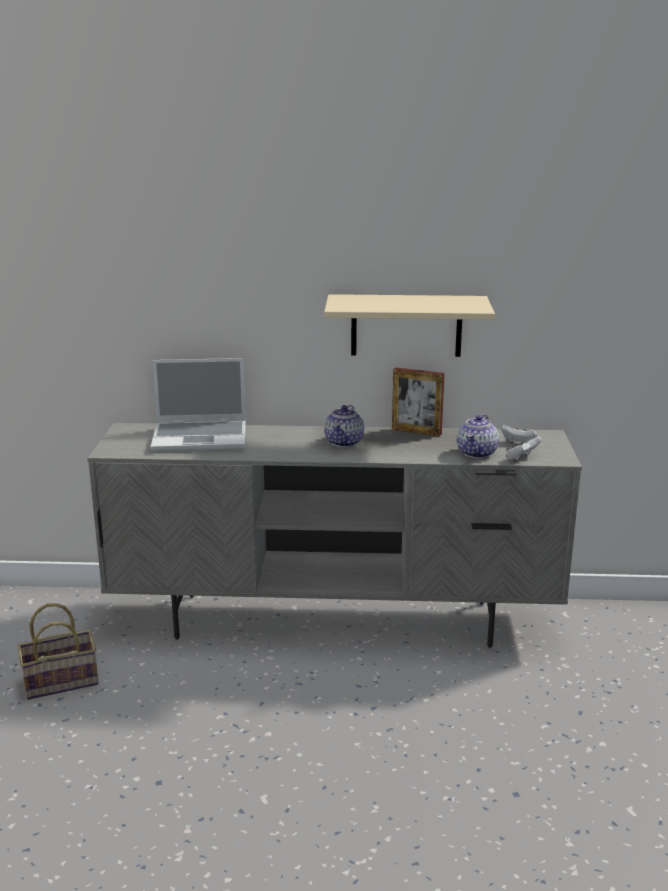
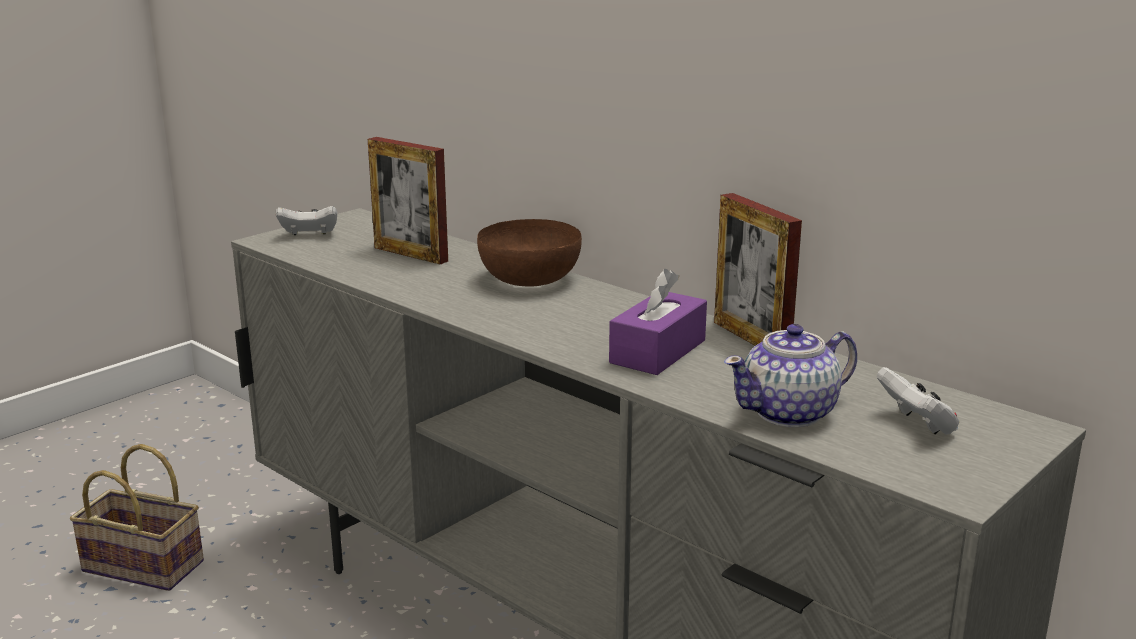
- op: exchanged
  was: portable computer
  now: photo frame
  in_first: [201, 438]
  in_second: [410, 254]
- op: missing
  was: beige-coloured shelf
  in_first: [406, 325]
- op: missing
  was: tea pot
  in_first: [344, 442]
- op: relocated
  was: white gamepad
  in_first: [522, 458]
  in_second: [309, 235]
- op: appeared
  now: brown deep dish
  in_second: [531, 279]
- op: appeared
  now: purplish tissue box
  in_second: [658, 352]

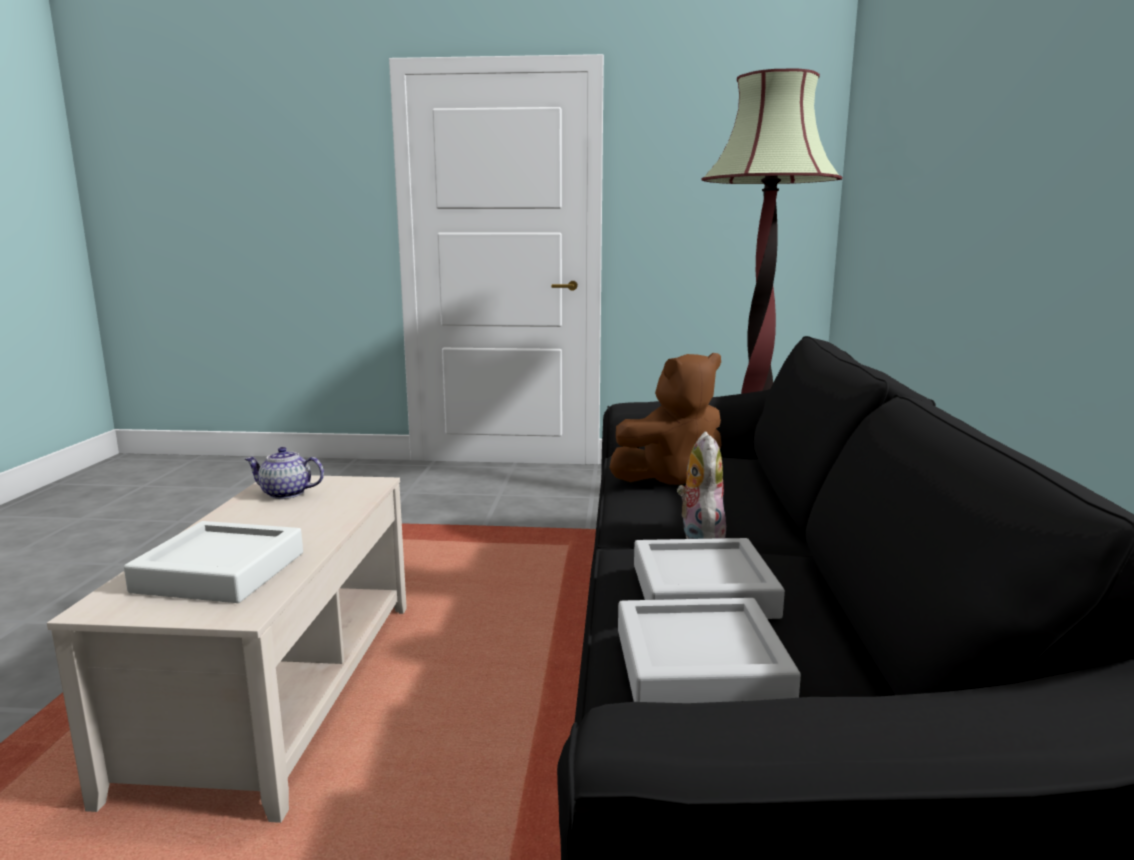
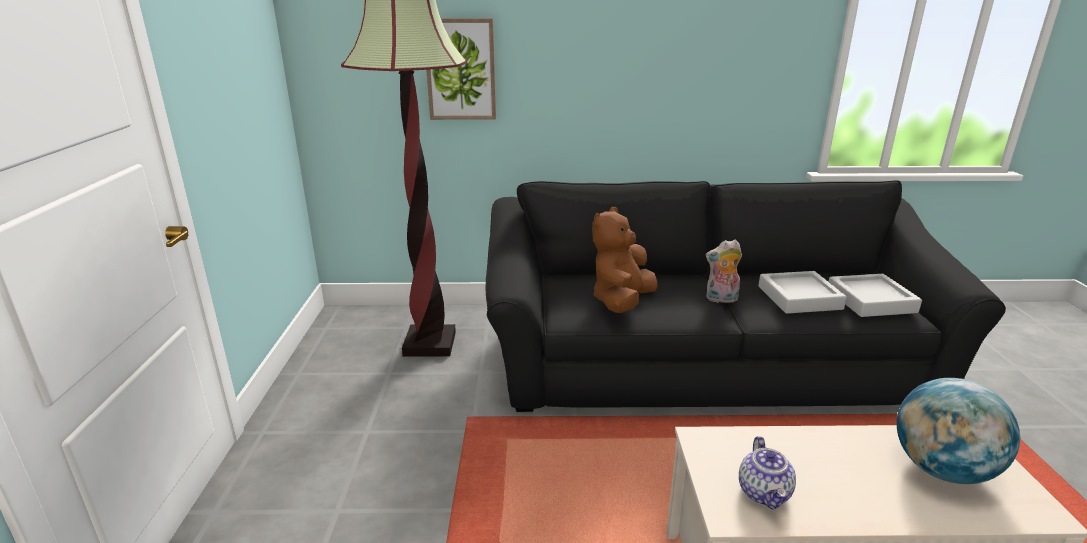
- op: exchanged
  was: white serving tray
  now: desk globe
  in_first: [220, 572]
  in_second: [941, 470]
- op: spun
  was: brown plush toy
  in_first: [671, 478]
  in_second: [621, 302]
  clockwise: -120
- op: appeared
  now: wall picture
  in_second: [461, 69]

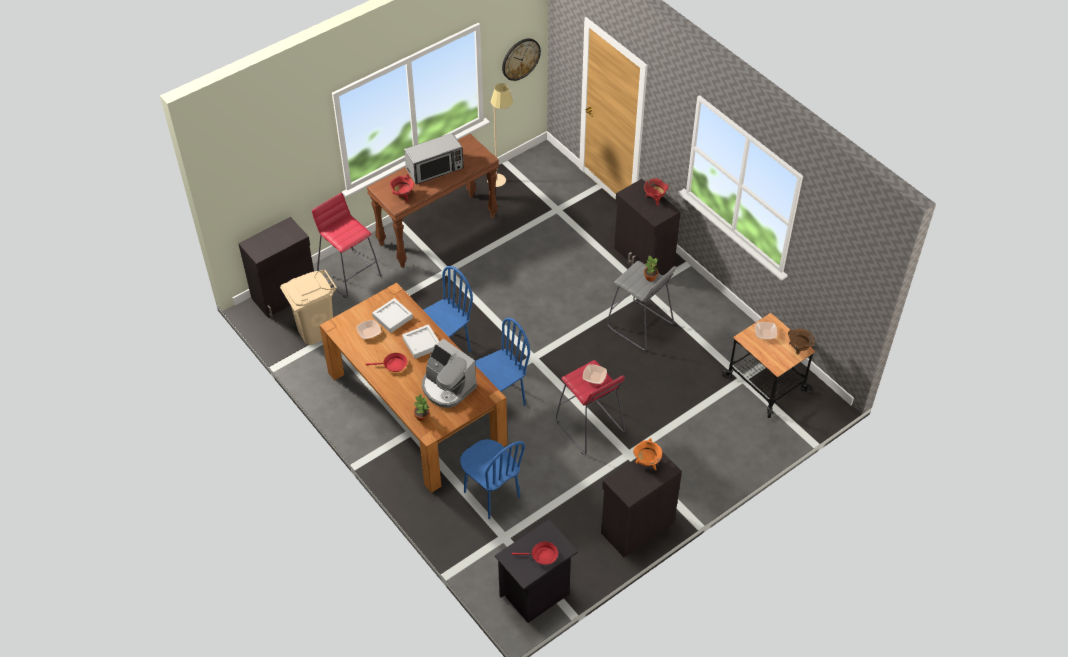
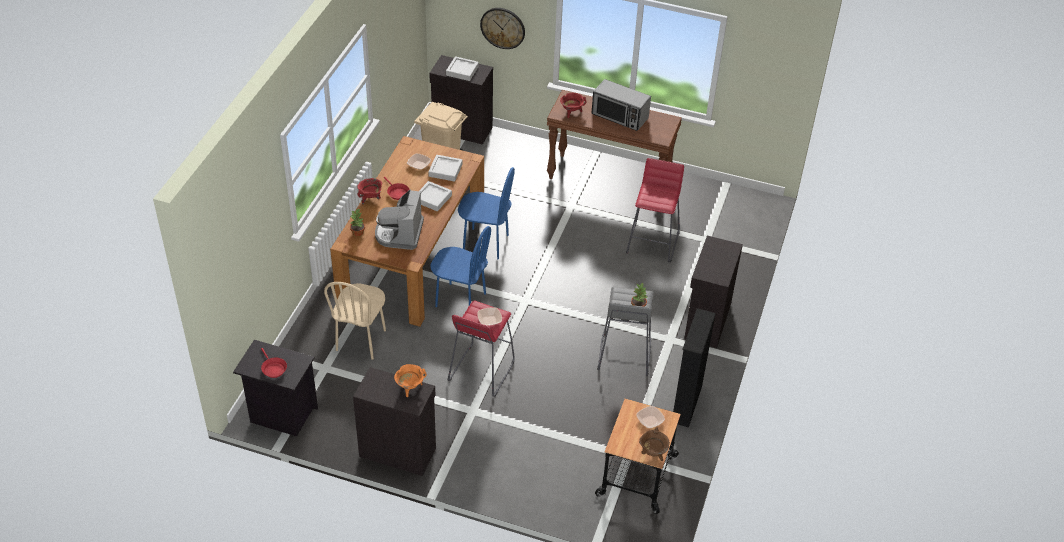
- op: relocated
  was: reddish stool
  in_first: [349, 274]
  in_second: [653, 242]
- op: colour
  was: blue chair
  now: beige-coloured chair
  in_first: [491, 494]
  in_second: [361, 340]
- op: missing
  was: beige-coloured standard lamp
  in_first: [501, 185]
- op: relocated
  was: hanging clock
  in_first: [520, 59]
  in_second: [503, 28]
- op: relocated
  was: reddish cooking pot
  in_first: [654, 199]
  in_second: [370, 199]
- op: appeared
  now: greyish serving tray
  in_second: [462, 71]
- op: appeared
  now: black bookcase
  in_second: [686, 404]

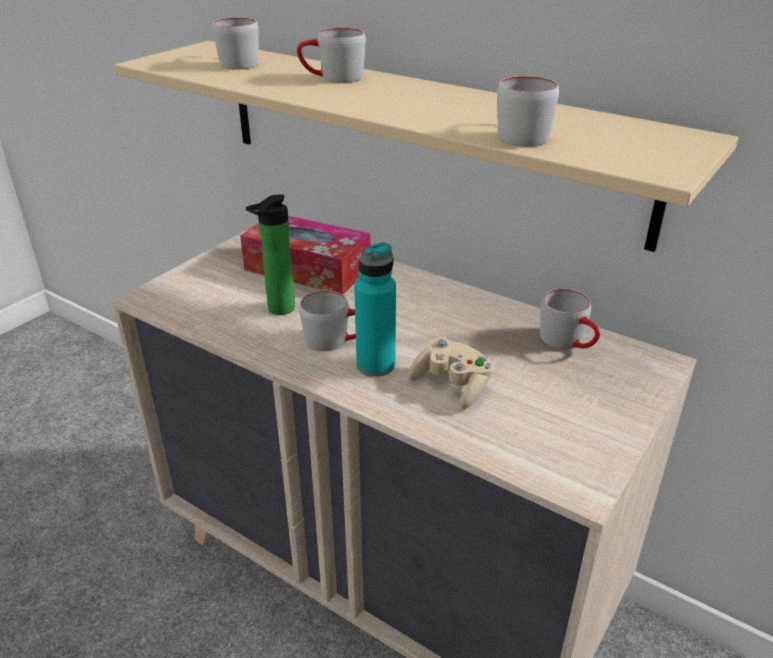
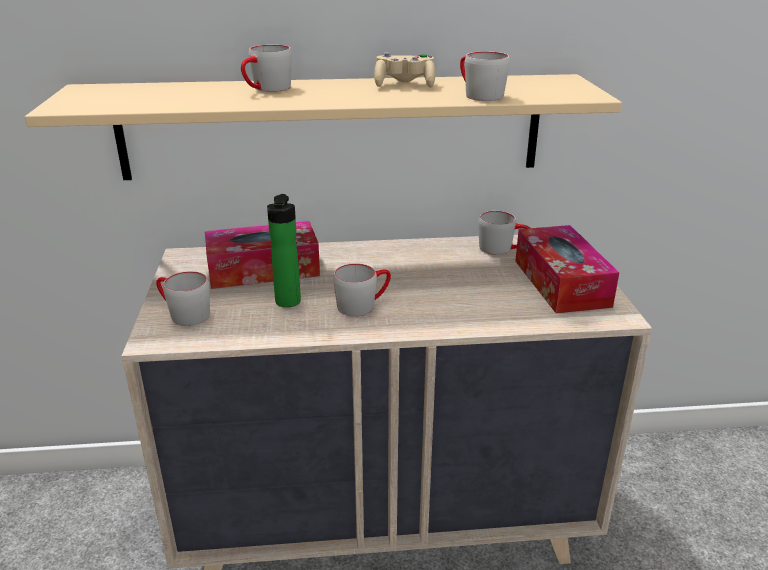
- op: relocated
  was: greyish mug
  in_first: [237, 62]
  in_second: [183, 313]
- op: missing
  was: turquoise-coloured bottle
  in_first: [375, 365]
- op: relocated
  was: beige-coloured gamepad
  in_first: [452, 385]
  in_second: [404, 85]
- op: appeared
  now: tissue box
  in_second: [561, 283]

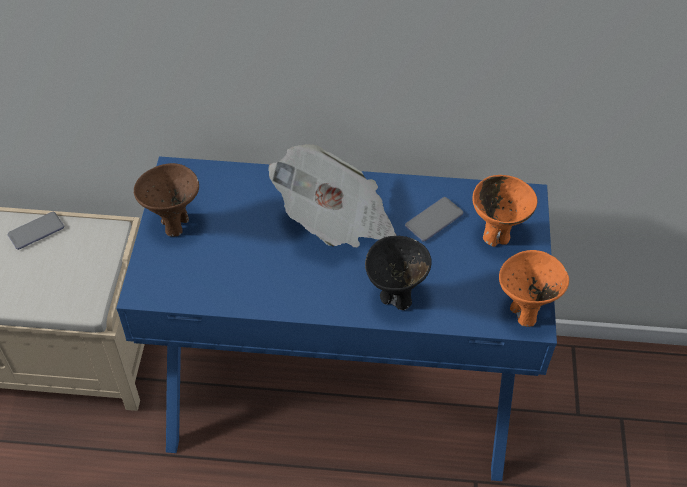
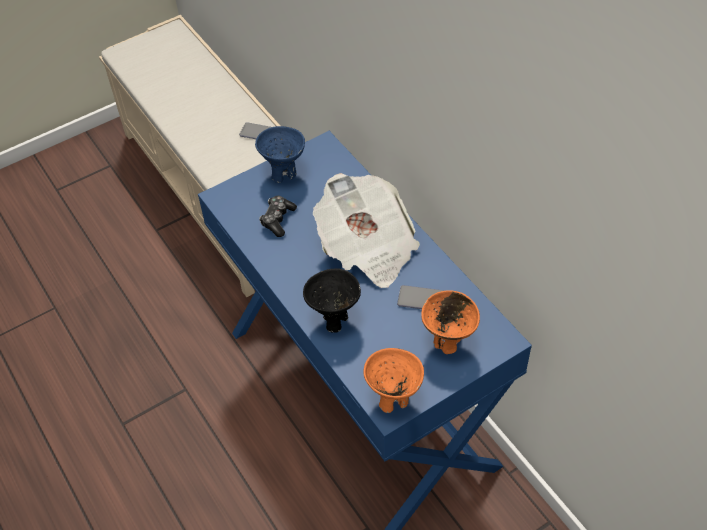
- op: colour
  was: brown deep dish
  now: blue deep dish
  in_first: [174, 223]
  in_second: [283, 174]
- op: appeared
  now: gamepad
  in_second: [277, 219]

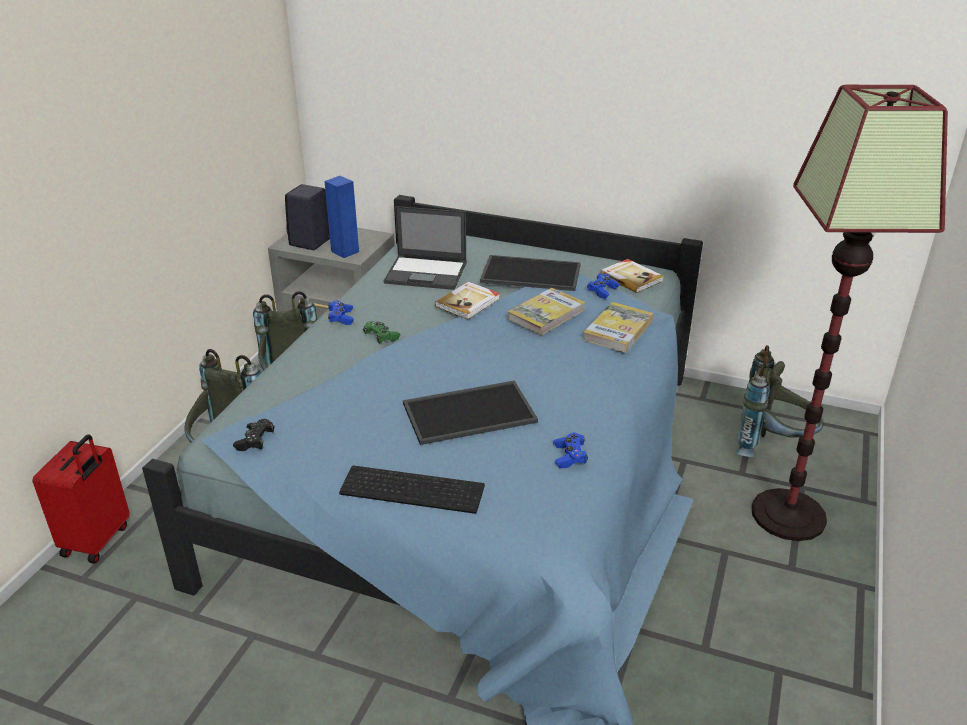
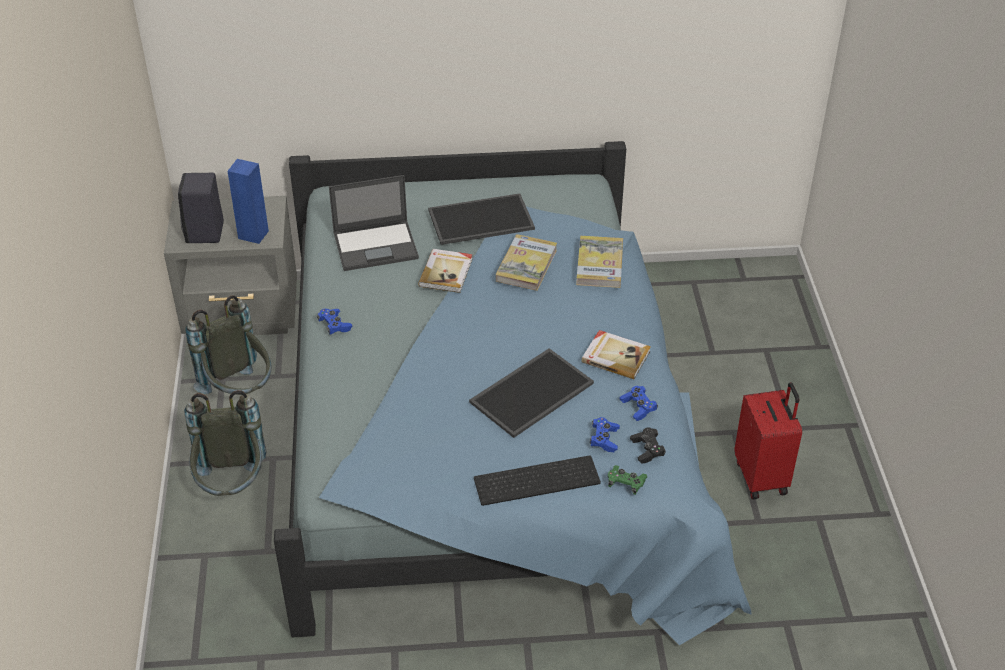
- op: relocated
  was: reddish piece of luggage
  in_first: [97, 540]
  in_second: [762, 477]
- op: relocated
  was: black gamepad
  in_first: [255, 441]
  in_second: [647, 450]
- op: relocated
  was: green gamepad
  in_first: [381, 337]
  in_second: [626, 484]
- op: relocated
  was: blue gamepad
  in_first: [602, 291]
  in_second: [604, 439]
- op: relocated
  was: bound book
  in_first: [631, 278]
  in_second: [615, 356]
- op: missing
  was: greyish knapsack
  in_first: [772, 446]
- op: missing
  was: standard lamp
  in_first: [788, 515]

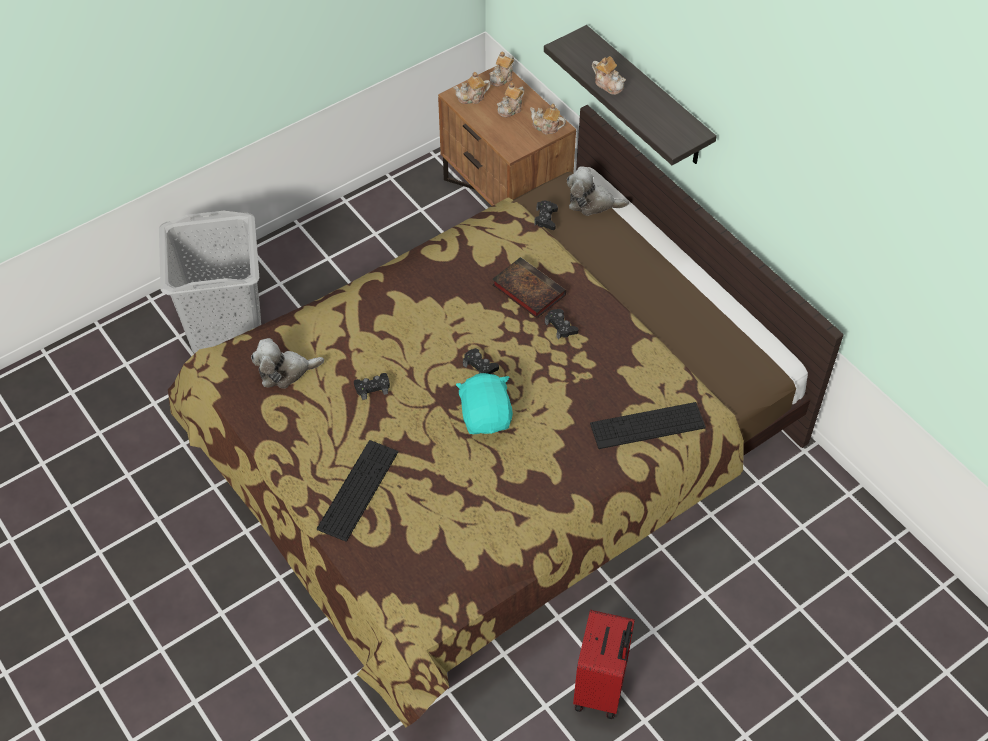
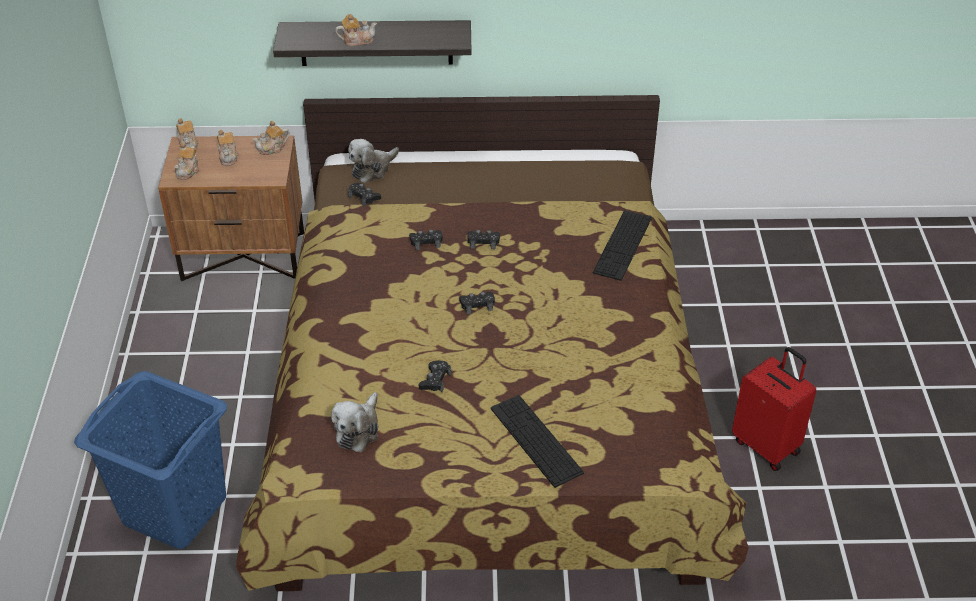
- op: colour
  was: greyish hamper
  now: blue hamper
  in_first: [227, 326]
  in_second: [174, 508]
- op: missing
  was: turquoise-coloured plush toy
  in_first: [486, 417]
- op: exchanged
  was: bound book
  now: black gamepad
  in_first: [527, 290]
  in_second: [426, 242]

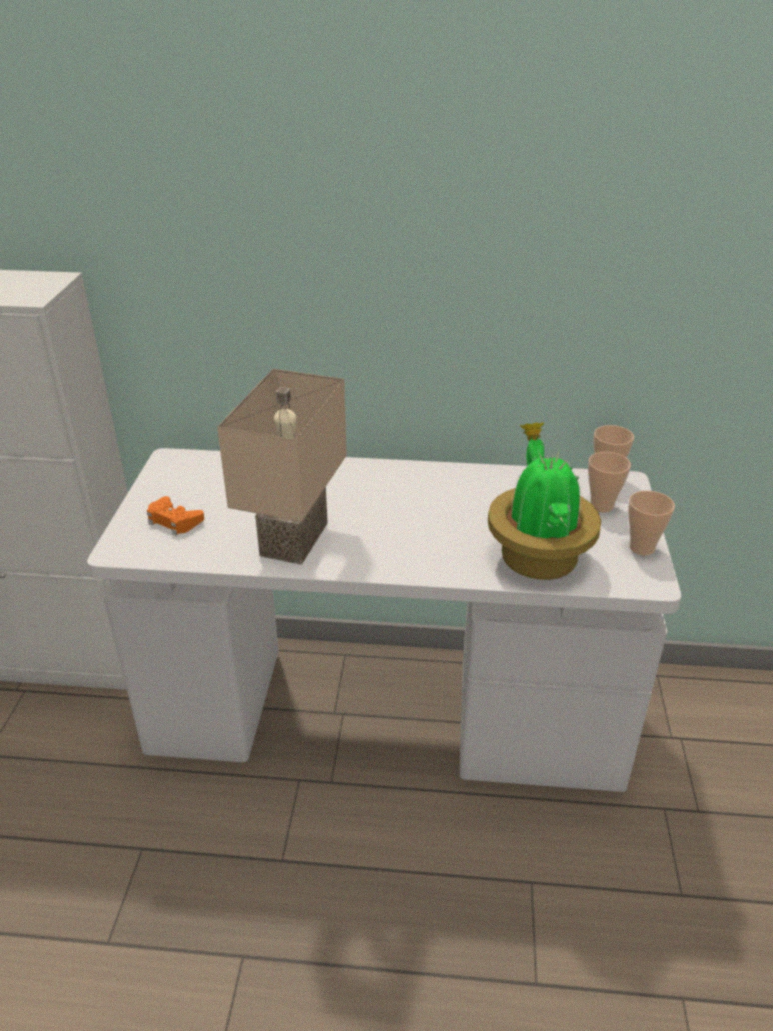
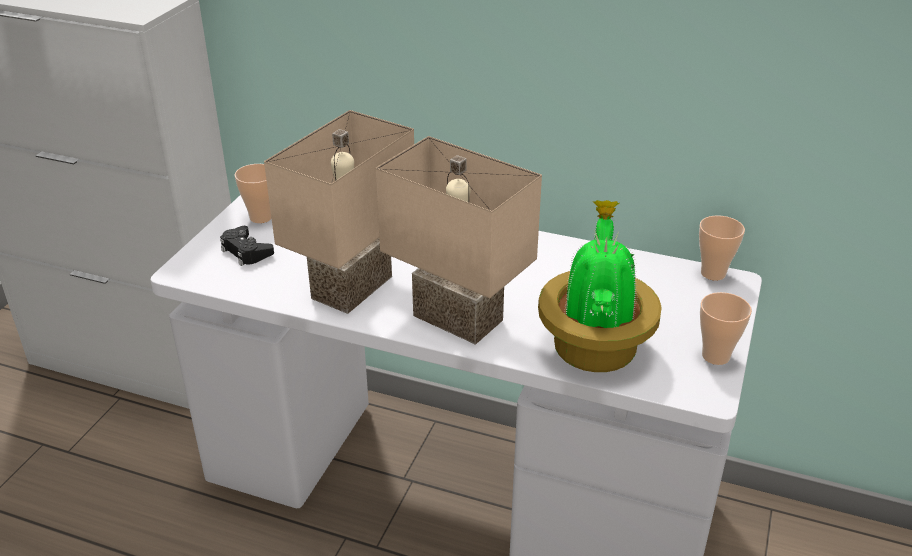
- op: colour
  was: orange-coloured gamepad
  now: black gamepad
  in_first: [174, 521]
  in_second: [246, 251]
- op: relocated
  was: drinking cup
  in_first: [601, 506]
  in_second: [261, 217]
- op: appeared
  now: beige-coloured table lamp
  in_second: [461, 316]

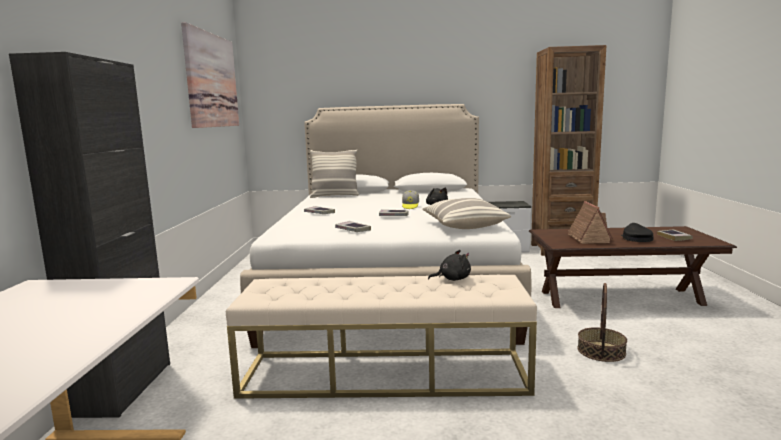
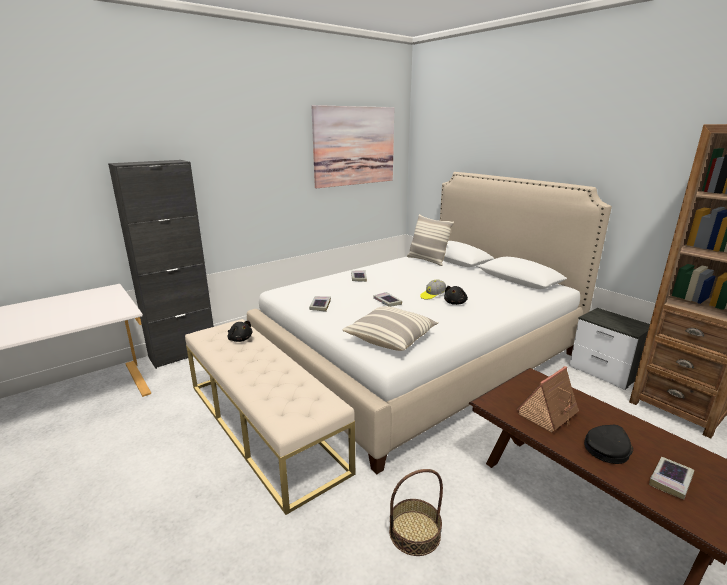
- op: relocated
  was: black plush toy
  in_first: [452, 279]
  in_second: [240, 339]

